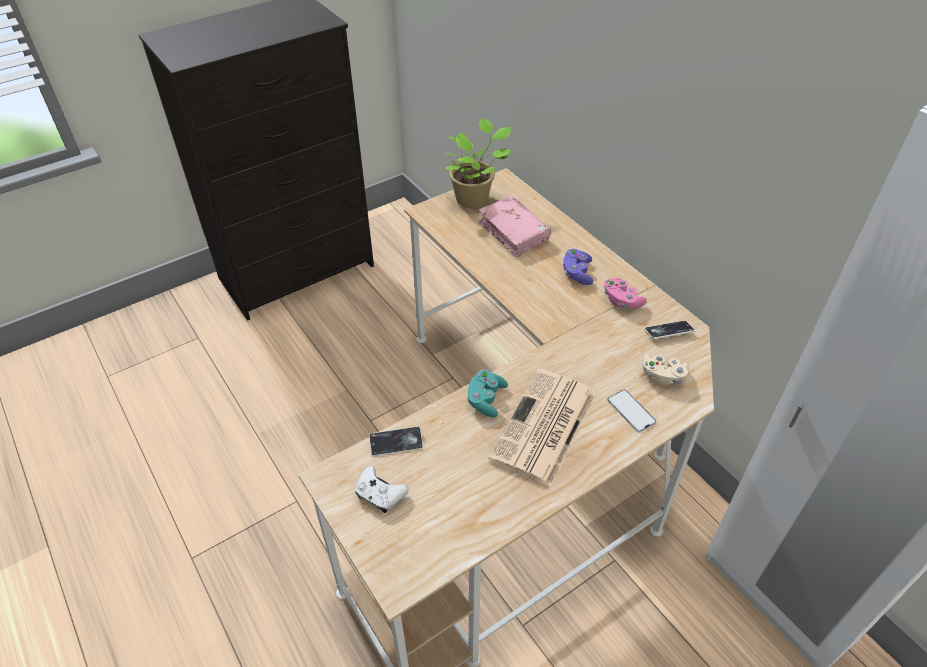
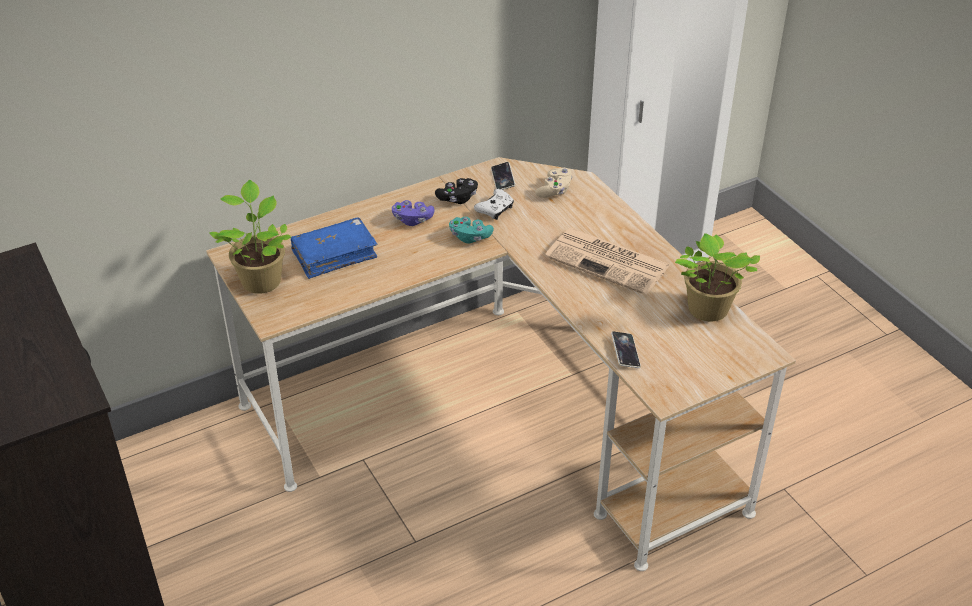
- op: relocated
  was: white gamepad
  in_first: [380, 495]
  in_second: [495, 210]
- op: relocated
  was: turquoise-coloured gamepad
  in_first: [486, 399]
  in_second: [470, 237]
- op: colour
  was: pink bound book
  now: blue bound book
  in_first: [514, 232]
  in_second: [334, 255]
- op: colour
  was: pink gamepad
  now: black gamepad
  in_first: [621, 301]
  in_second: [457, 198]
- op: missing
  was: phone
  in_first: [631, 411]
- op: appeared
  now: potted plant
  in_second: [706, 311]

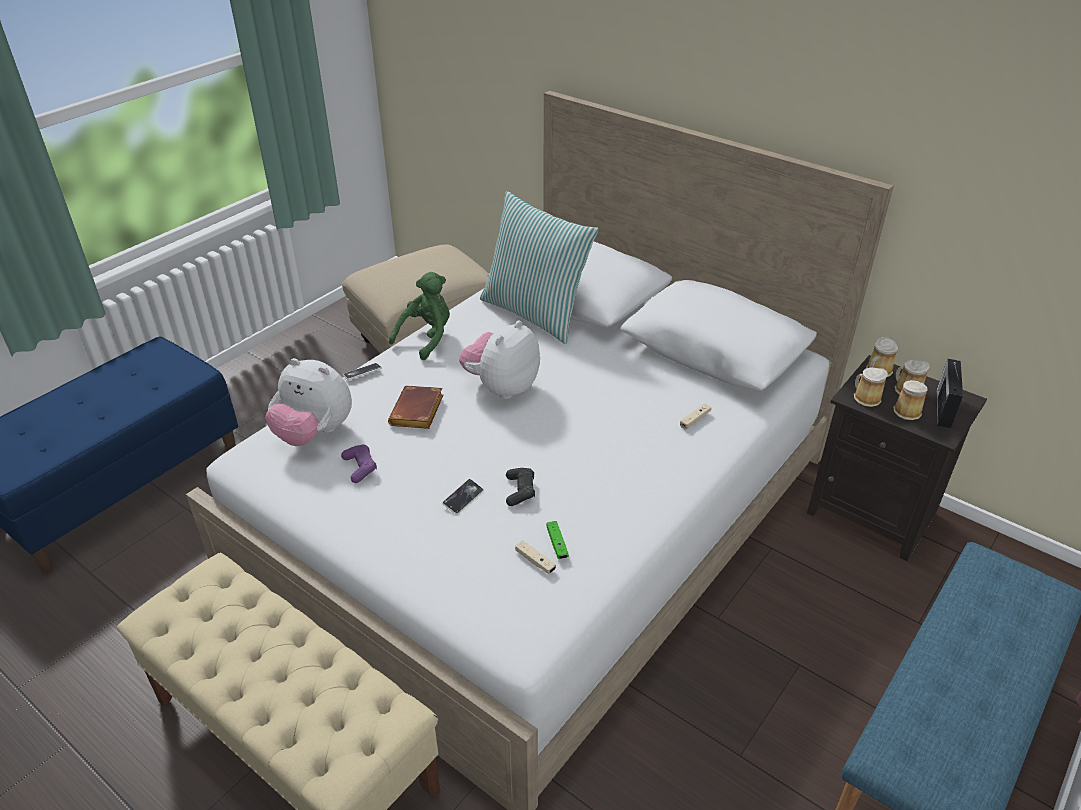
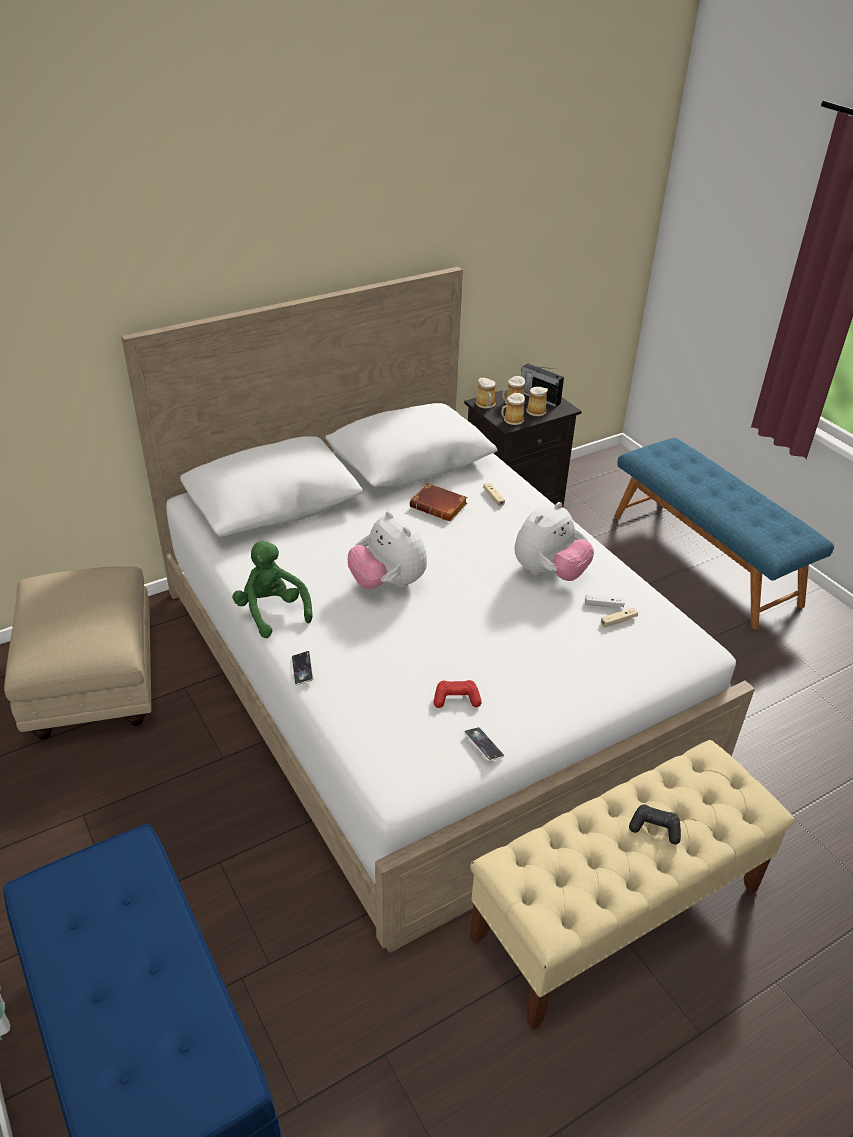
- op: relocated
  was: plush toy
  in_first: [314, 433]
  in_second: [549, 573]
- op: colour
  was: purplish gamepad
  now: reddish gamepad
  in_first: [360, 467]
  in_second: [456, 699]
- op: relocated
  was: brown bound book
  in_first: [418, 413]
  in_second: [440, 506]
- op: relocated
  was: phone
  in_first: [463, 498]
  in_second: [483, 746]
- op: missing
  was: pillow
  in_first: [535, 313]
- op: relocated
  was: black gamepad
  in_first: [520, 491]
  in_second: [655, 828]
- op: colour
  was: green gamepad
  now: white gamepad
  in_first: [557, 544]
  in_second: [604, 605]

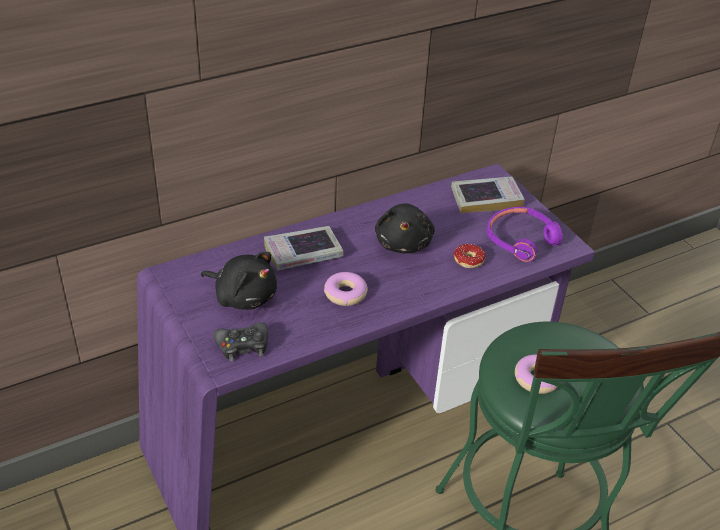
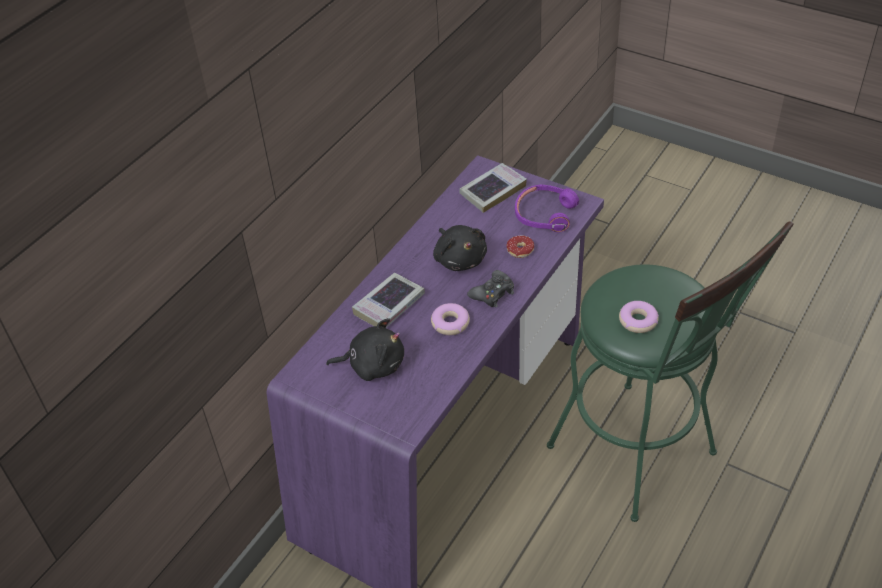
- op: relocated
  was: black gamepad
  in_first: [243, 346]
  in_second: [493, 293]

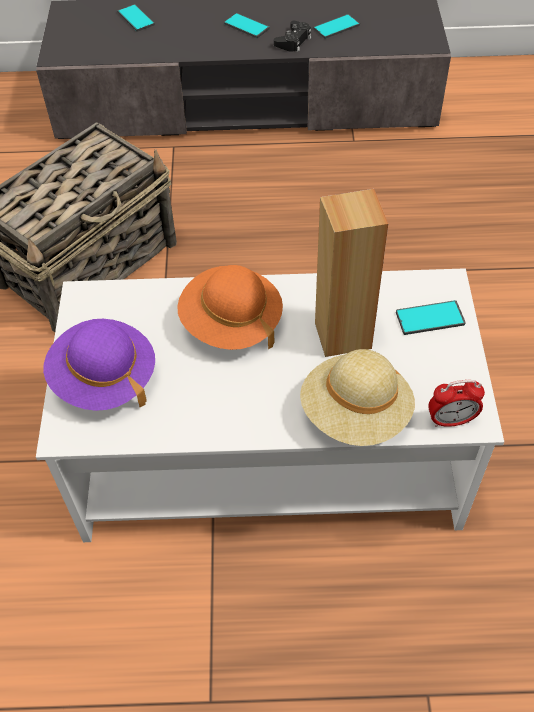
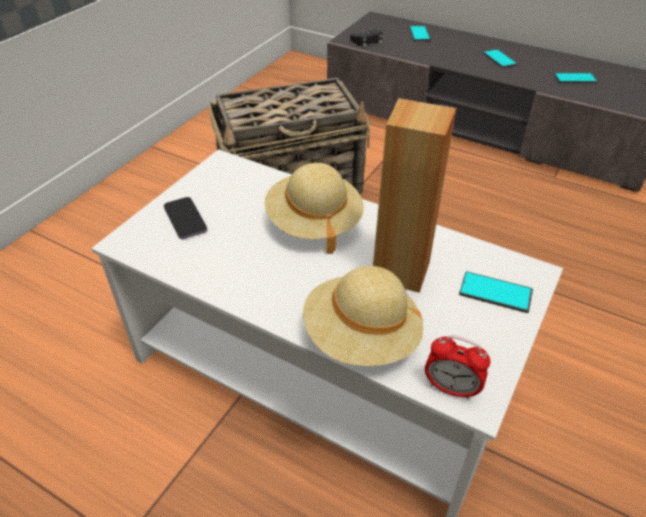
- op: exchanged
  was: purplish wearable hat
  now: phone
  in_first: [104, 379]
  in_second: [185, 219]
- op: colour
  was: orange-coloured wearable hat
  now: beige-coloured wearable hat
  in_first: [231, 323]
  in_second: [314, 223]
- op: relocated
  was: black gamepad
  in_first: [293, 41]
  in_second: [367, 41]

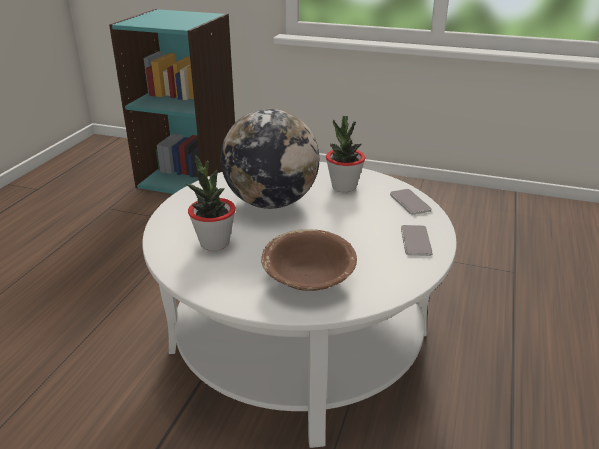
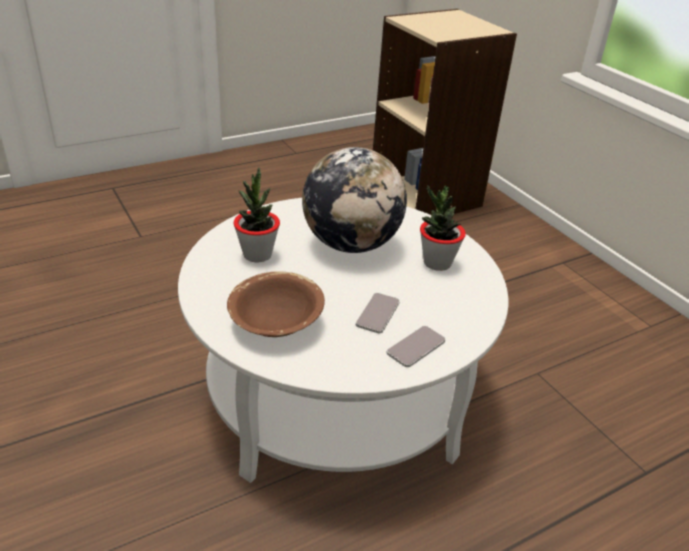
- op: colour
  was: turquoise-coloured bookcase
  now: beige-coloured bookcase
  in_first: [189, 177]
  in_second: [426, 195]
- op: relocated
  was: phone
  in_first: [410, 202]
  in_second: [377, 314]

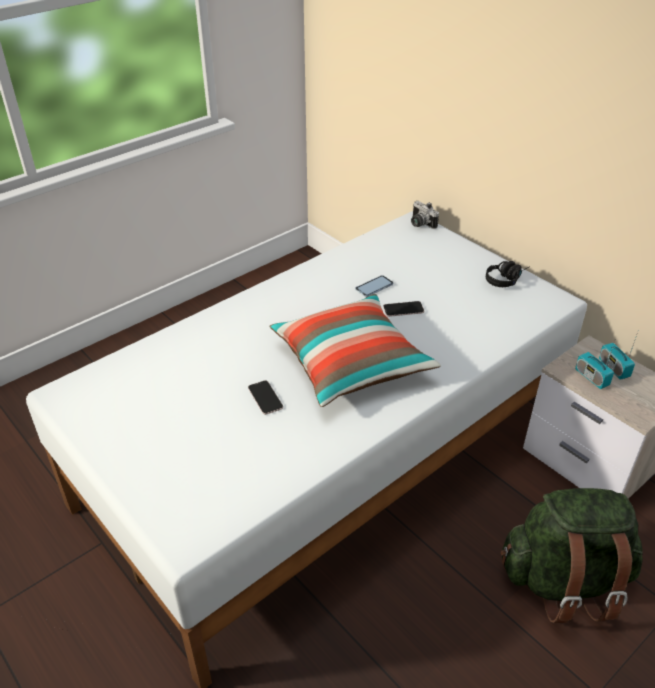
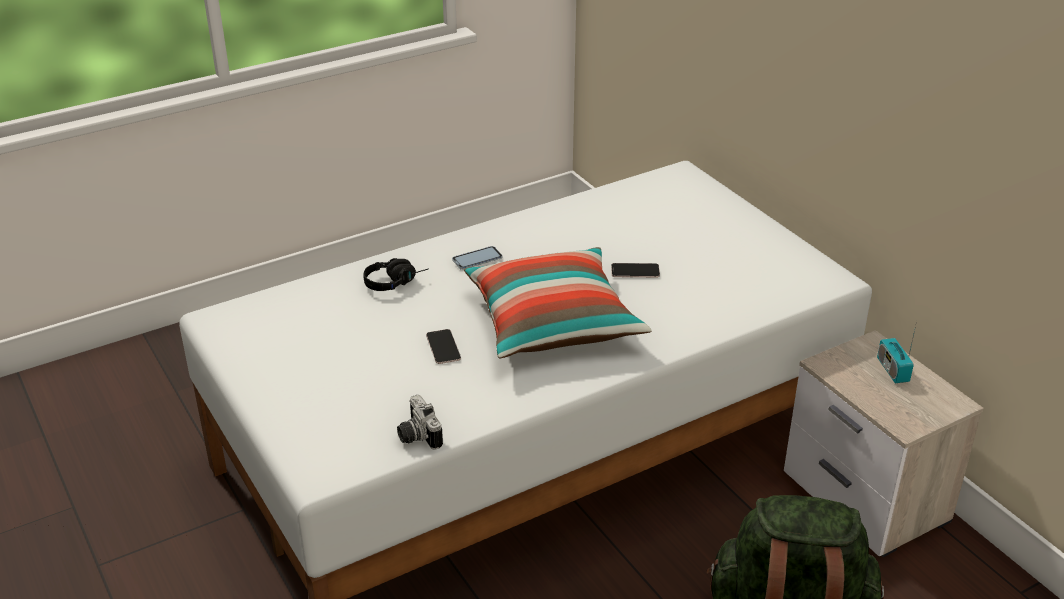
- op: relocated
  was: phone
  in_first: [374, 287]
  in_second: [477, 259]
- op: relocated
  was: still camera
  in_first: [420, 224]
  in_second: [416, 436]
- op: relocated
  was: black pair of headphones
  in_first: [506, 279]
  in_second: [396, 282]
- op: missing
  was: radio set
  in_first: [591, 377]

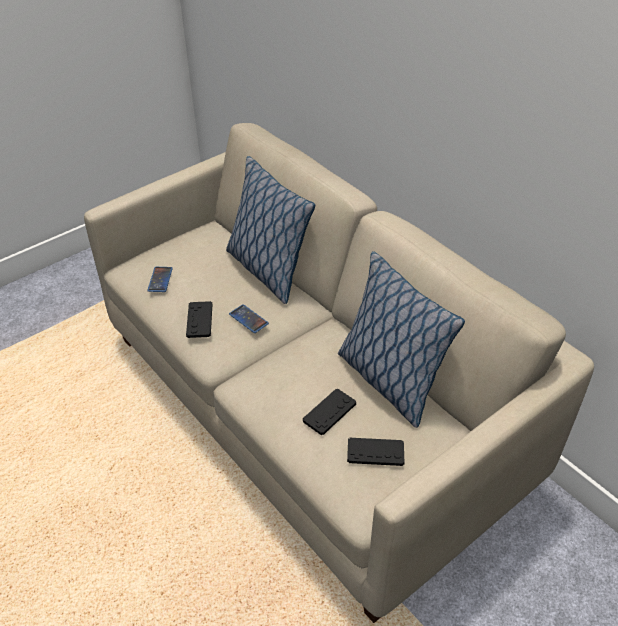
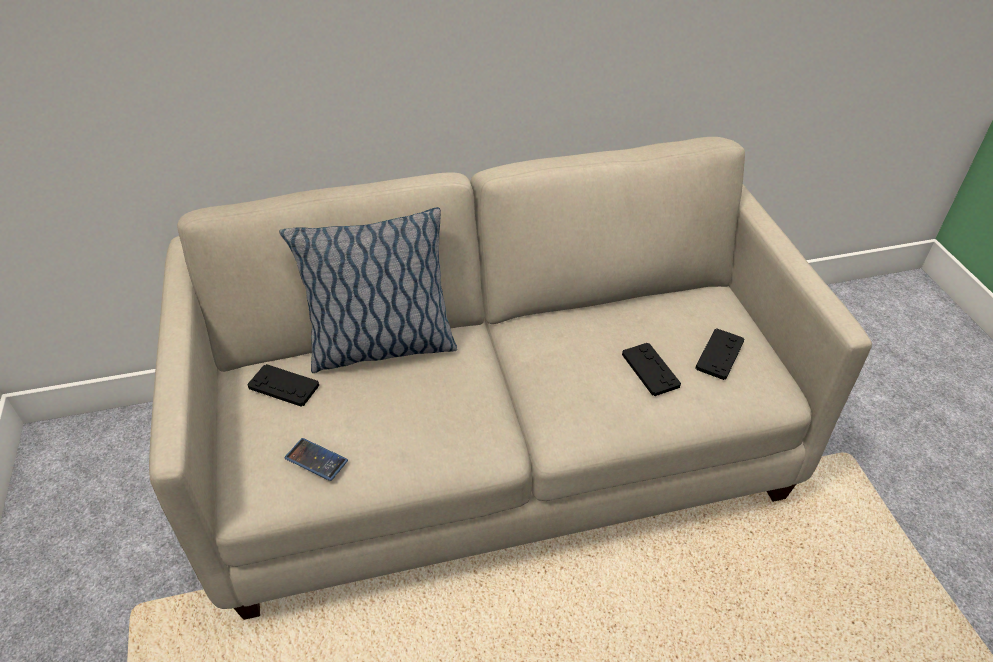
- op: relocated
  was: black gamepad
  in_first: [199, 320]
  in_second: [283, 386]
- op: missing
  was: phone
  in_first: [248, 319]
- op: missing
  was: pillow
  in_first: [388, 380]

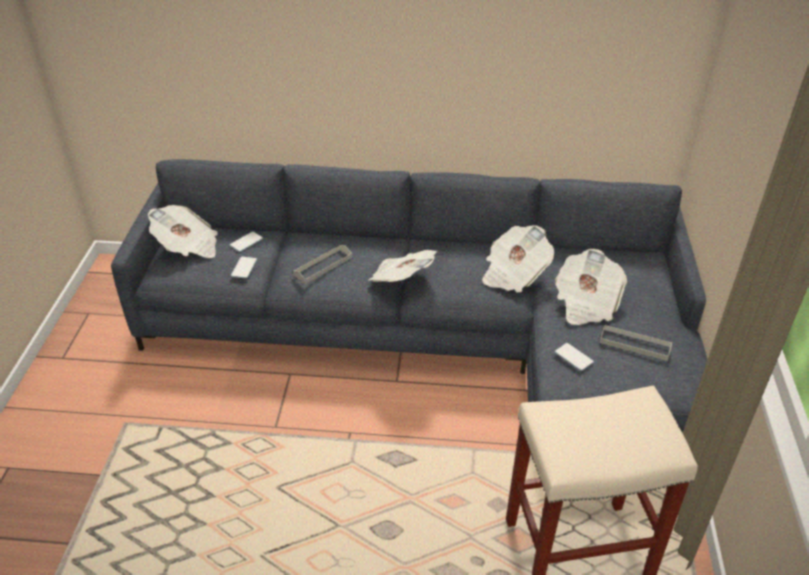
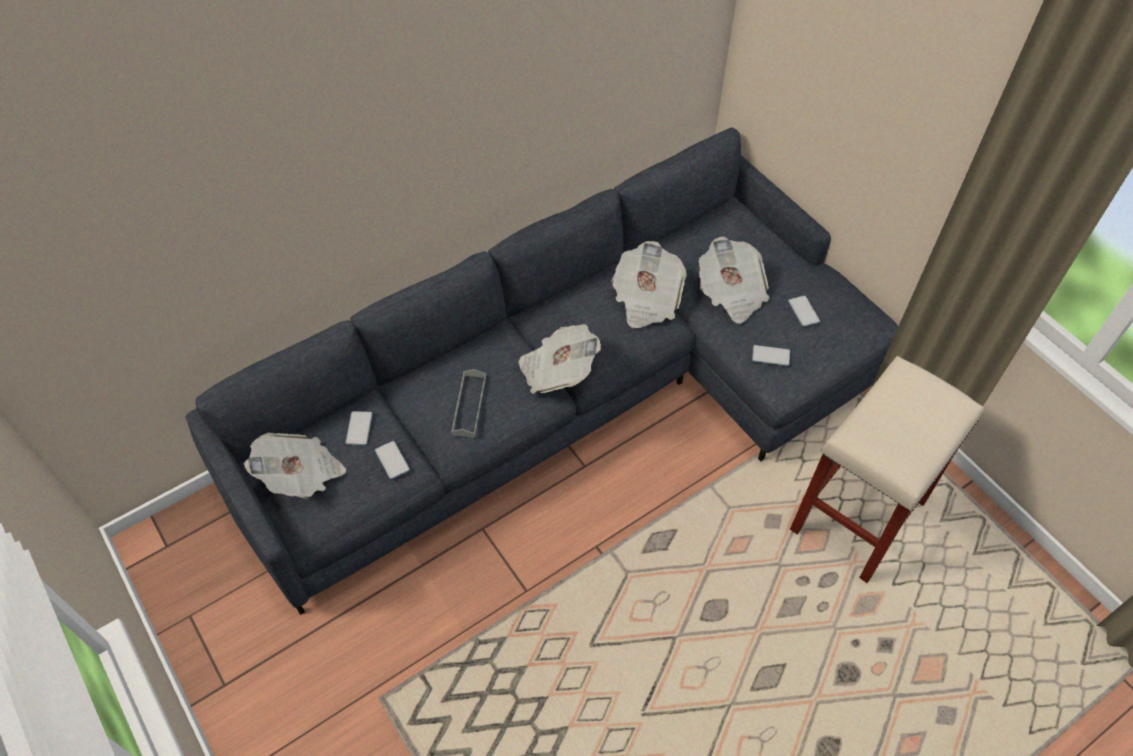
- op: exchanged
  was: greyish serving tray
  now: phone
  in_first: [635, 344]
  in_second: [803, 311]

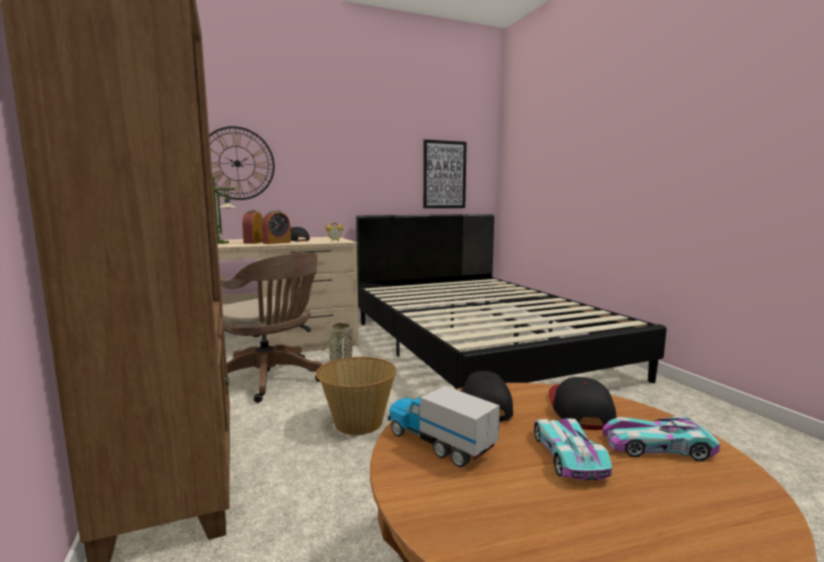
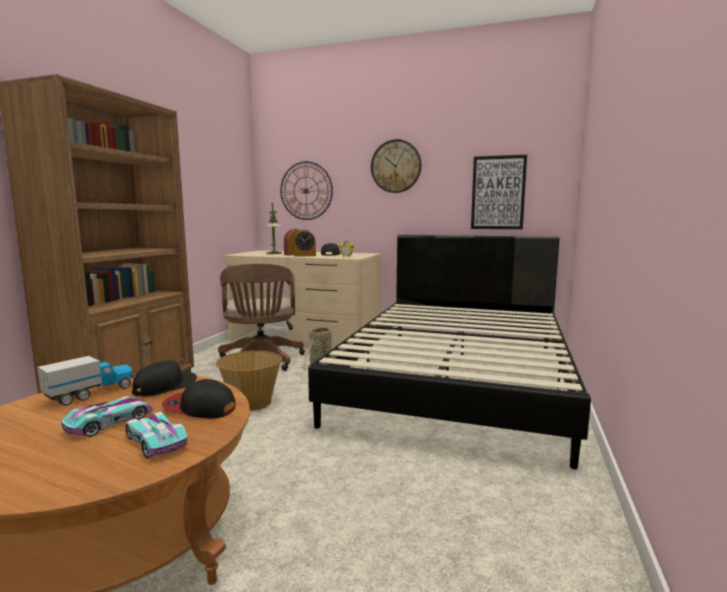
- op: spun
  was: toy lorry
  in_first: [438, 443]
  in_second: [91, 393]
  clockwise: 45
- op: spun
  was: peaked cap
  in_first: [579, 408]
  in_second: [199, 408]
  clockwise: -120
- op: appeared
  now: hanging clock
  in_second: [396, 166]

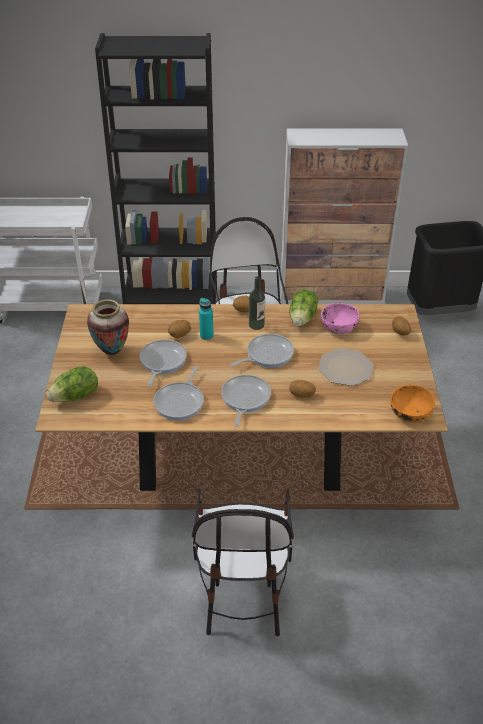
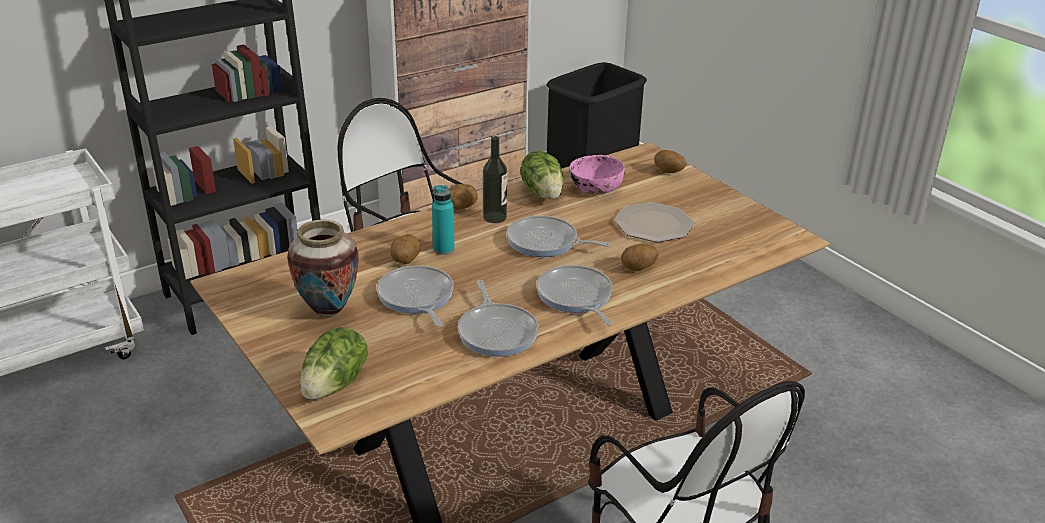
- op: spun
  was: skillet
  in_first: [267, 354]
  in_second: [546, 242]
  clockwise: -90
- op: missing
  was: orange-coloured deep dish
  in_first: [409, 413]

